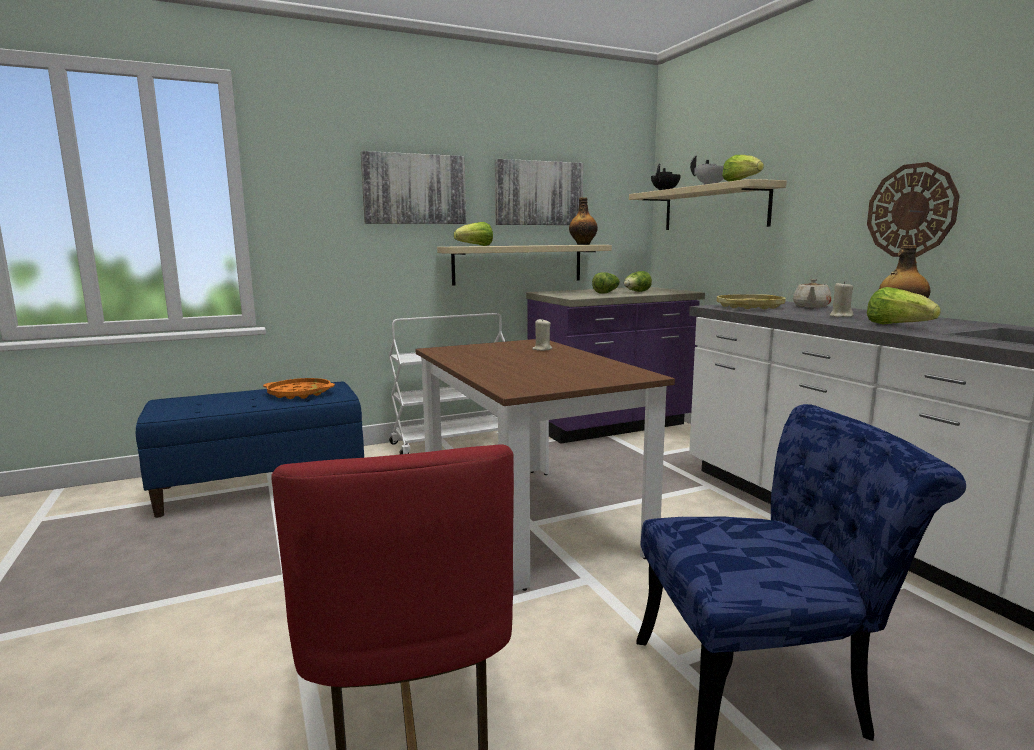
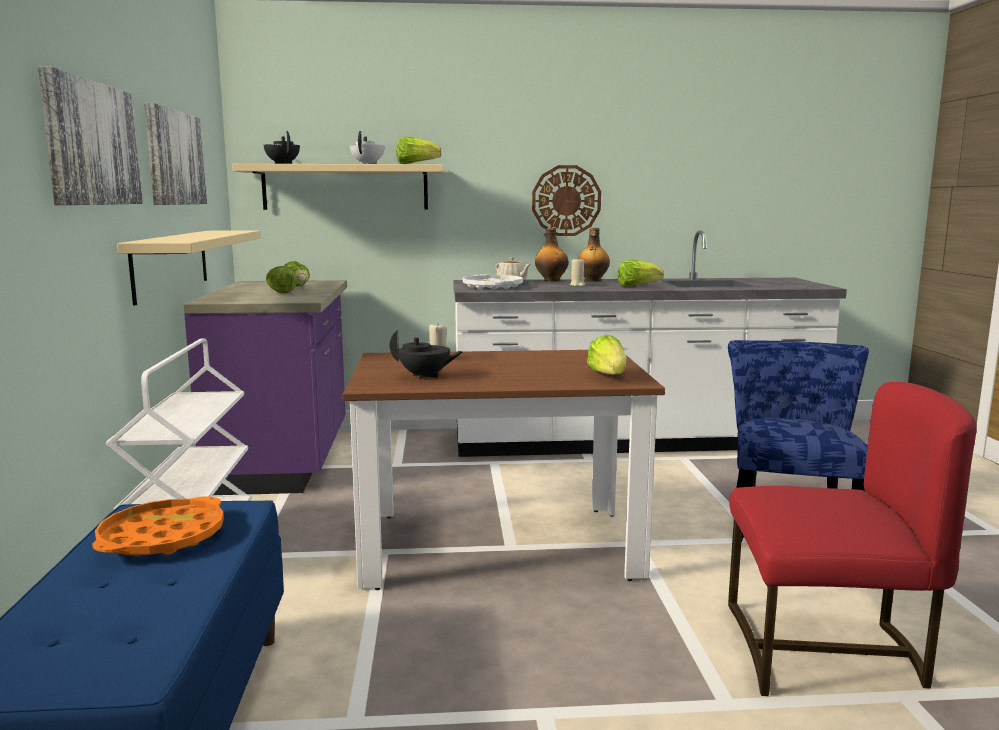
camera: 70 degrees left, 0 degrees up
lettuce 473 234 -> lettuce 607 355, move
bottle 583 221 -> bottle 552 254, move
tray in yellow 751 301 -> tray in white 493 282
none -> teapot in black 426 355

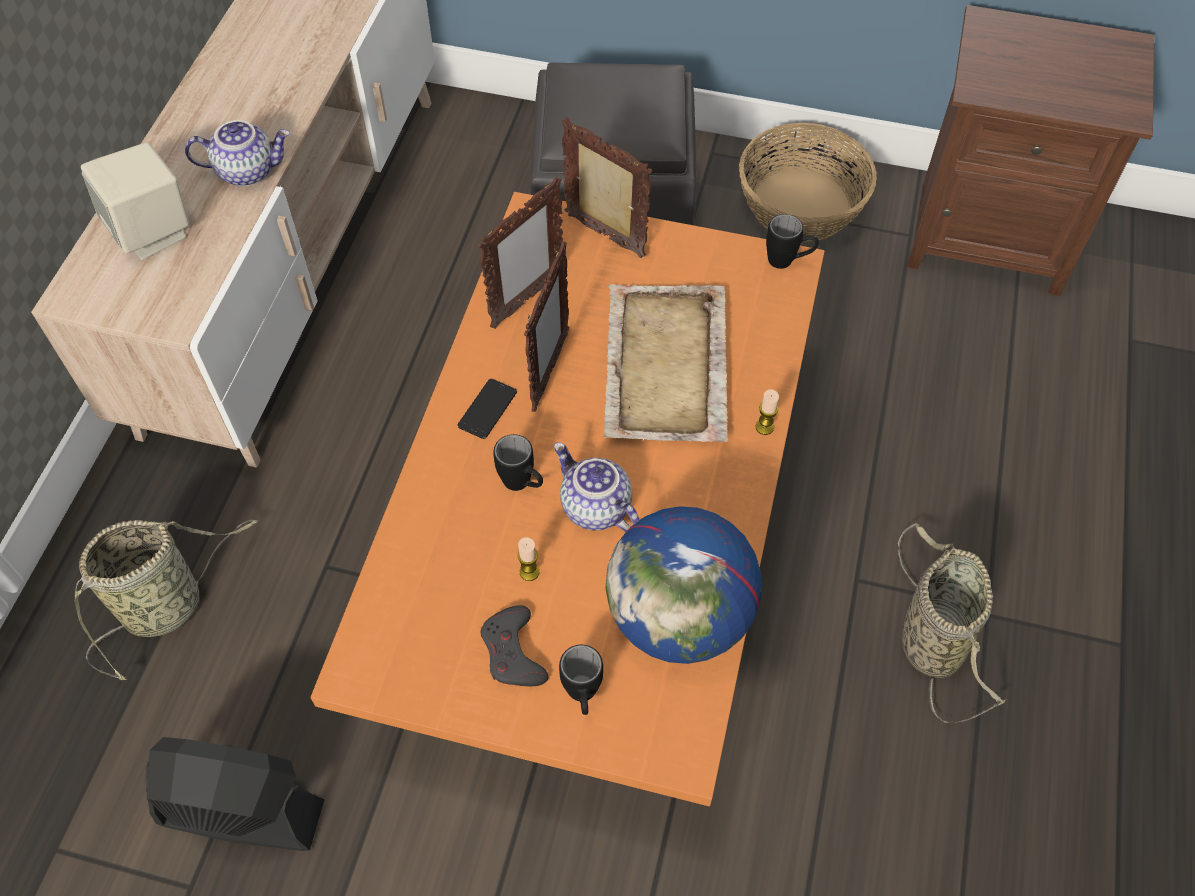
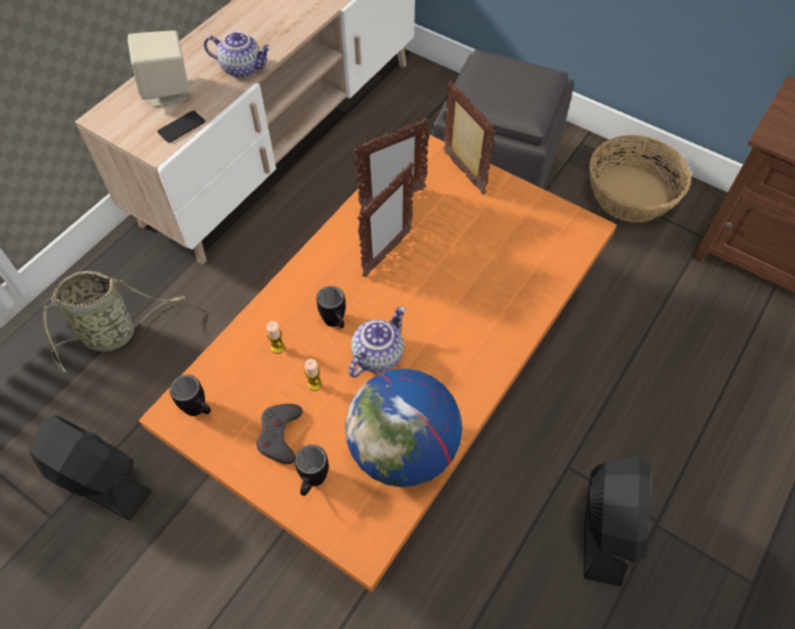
camera: 20 degrees right, 0 degrees up
phone 487 409 -> phone 181 127, move
teapot 596 487 -> teapot 376 342, 60 degrees clockwise
tray in beige 665 363 -> none
candle 767 412 -> candle 275 337, move
mug in black 792 241 -> mug in black 190 395, move
basket 952 623 -> fan in black 617 521

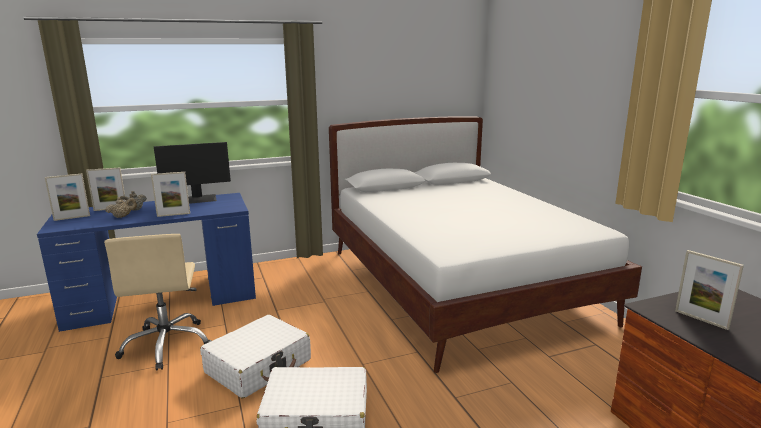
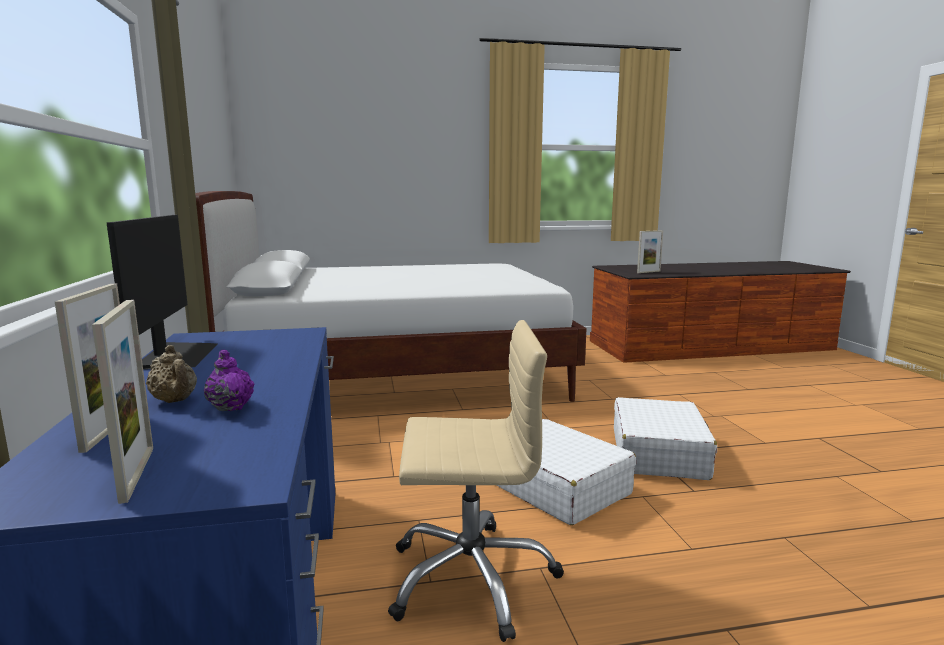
camera: 80 degrees left, 5 degrees down
teapot in beige 121 207 -> teapot in purple 229 380
picture frame 170 194 -> none

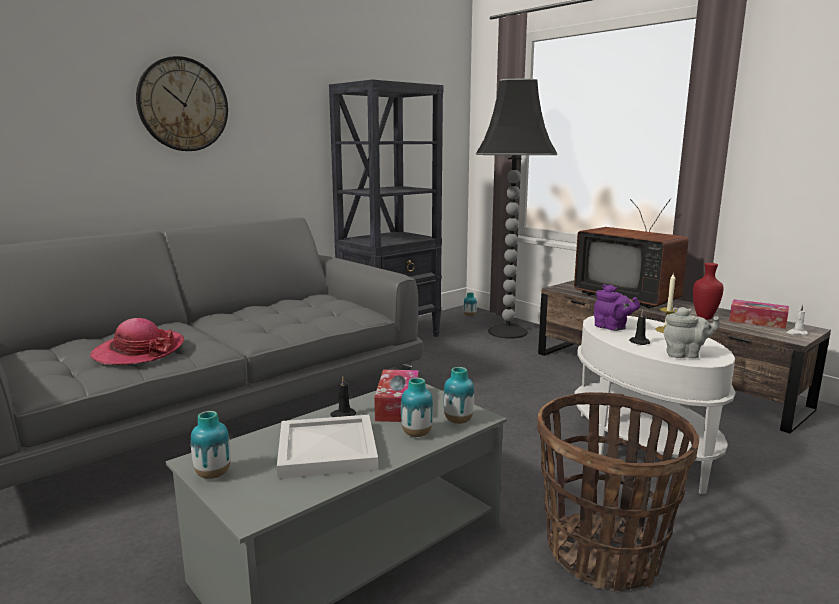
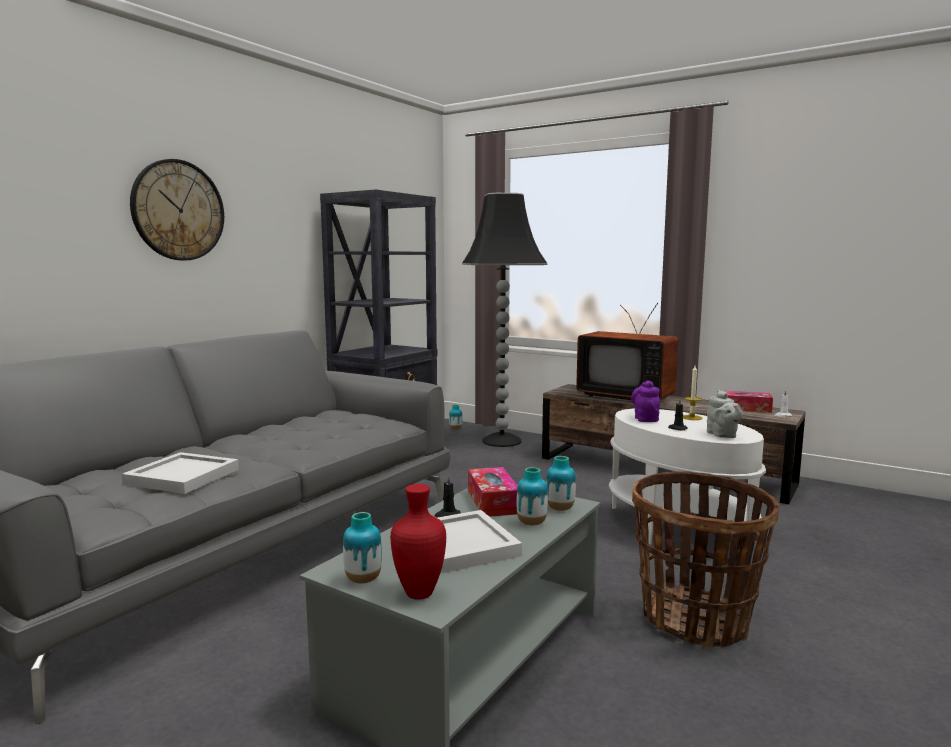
camera: 15 degrees left, 5 degrees down
hat 137 341 -> tray in white 180 473
teapot in purple 617 307 -> teapot in purple 645 401, 120 degrees counterclockwise
teapot in grey 691 332 -> teapot in grey 725 414, 90 degrees clockwise
vase in red 708 291 -> vase in red 418 542, move

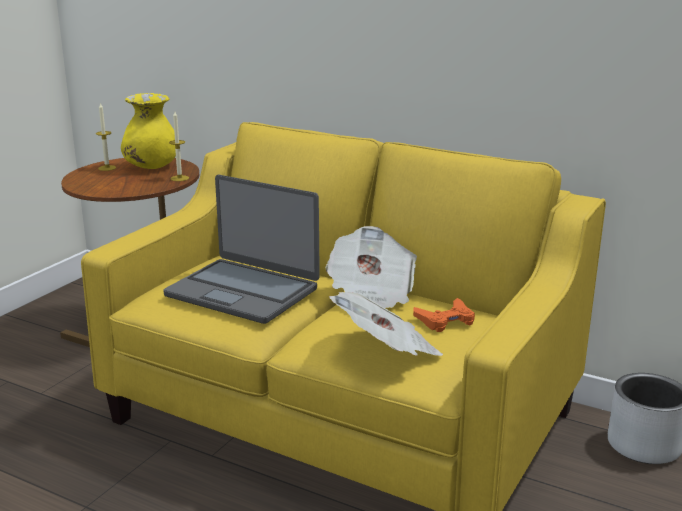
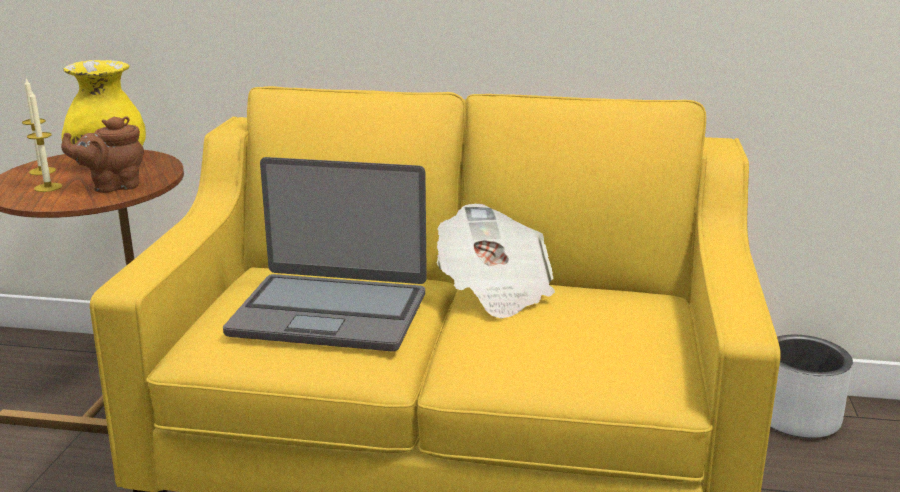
camera: 20 degrees left, 0 degrees up
candle 179 146 -> candle 44 141, move
newspaper 386 324 -> none
game controller in orange 444 315 -> none
none -> teapot in brown 102 155

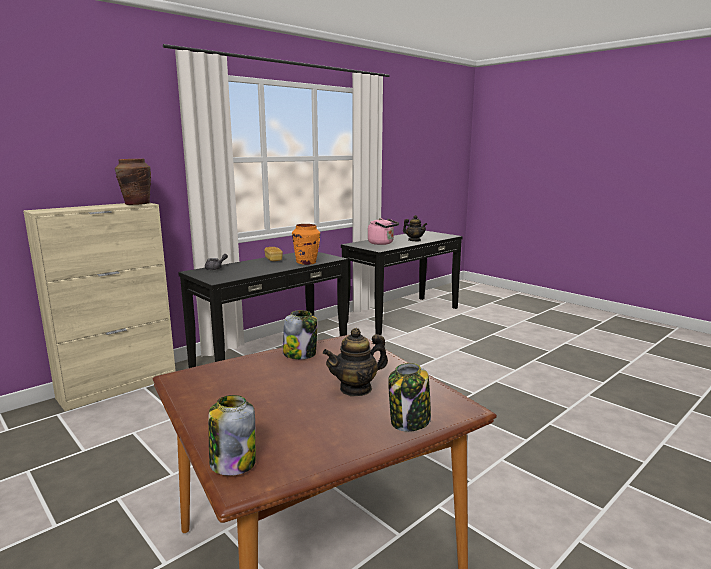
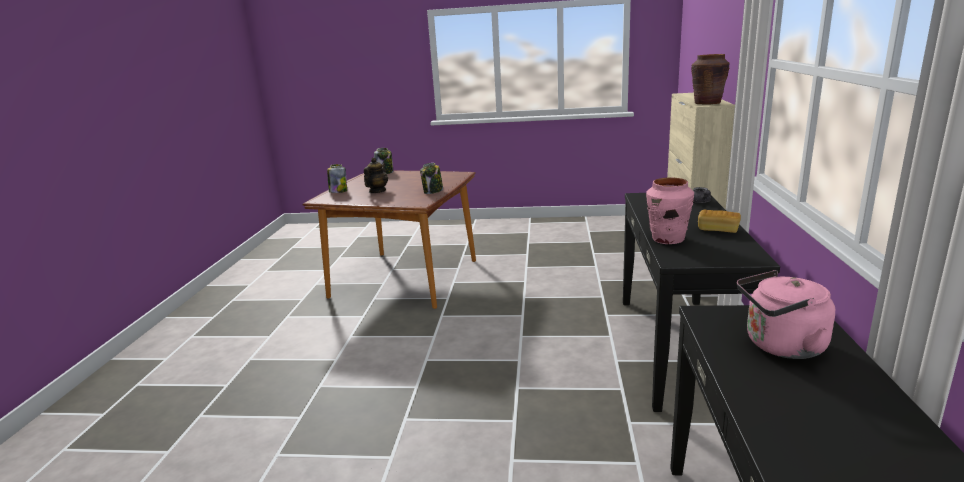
camera: 140 degrees right, 5 degrees up
vase in orange 306 244 -> vase in pink 670 210
teapot 415 228 -> none

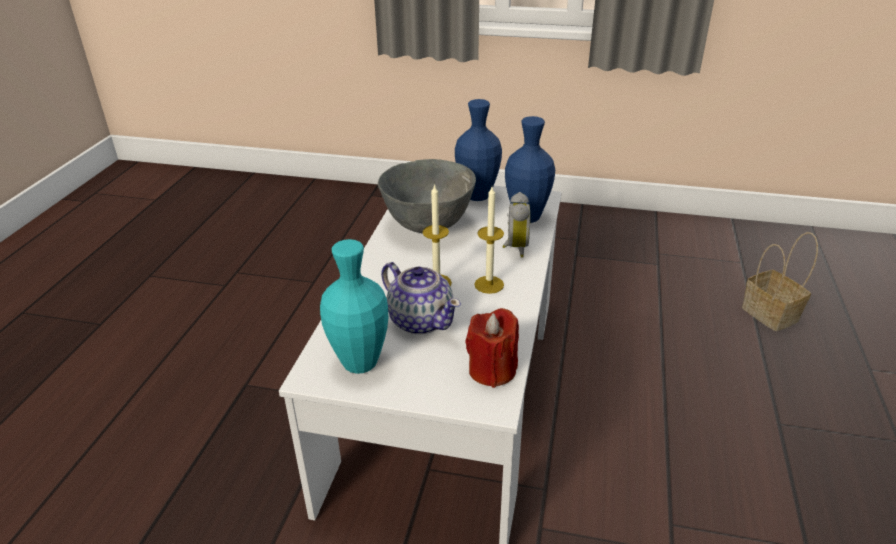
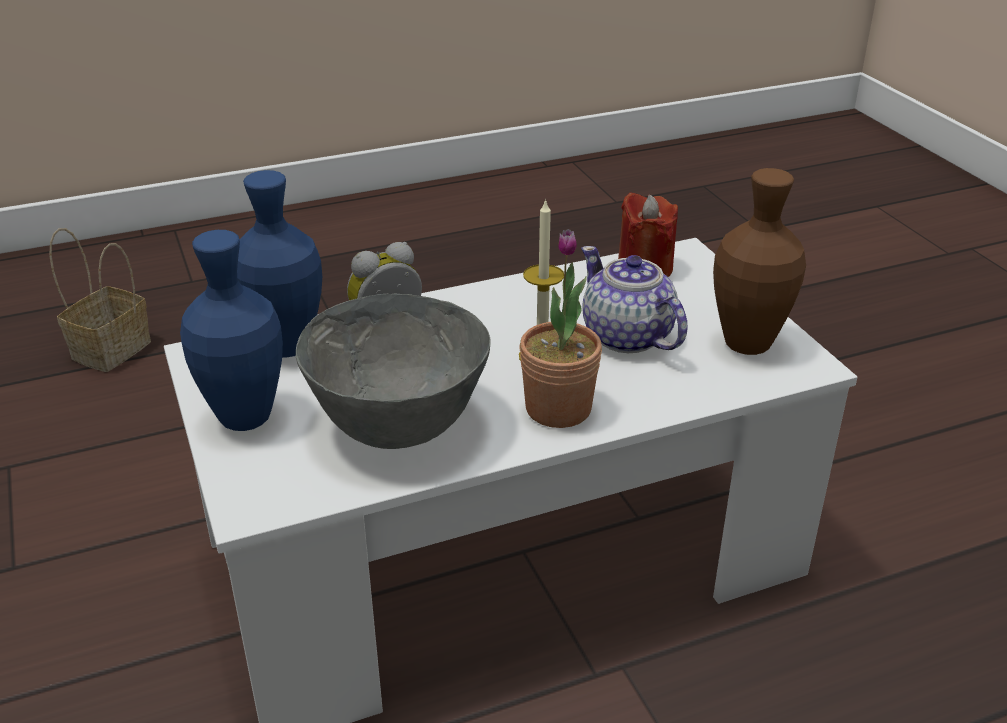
camera: 125 degrees left, 0 degrees up
vase in turquoise 354 306 -> vase in brown 759 261
teapot 421 298 -> teapot 634 299, 45 degrees counterclockwise
candle 489 240 -> none
none -> potted plant 561 328

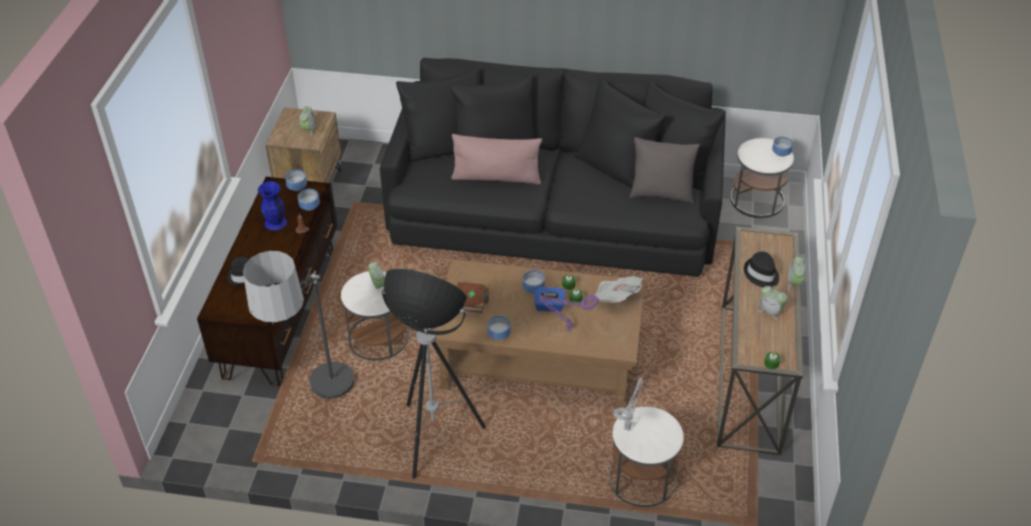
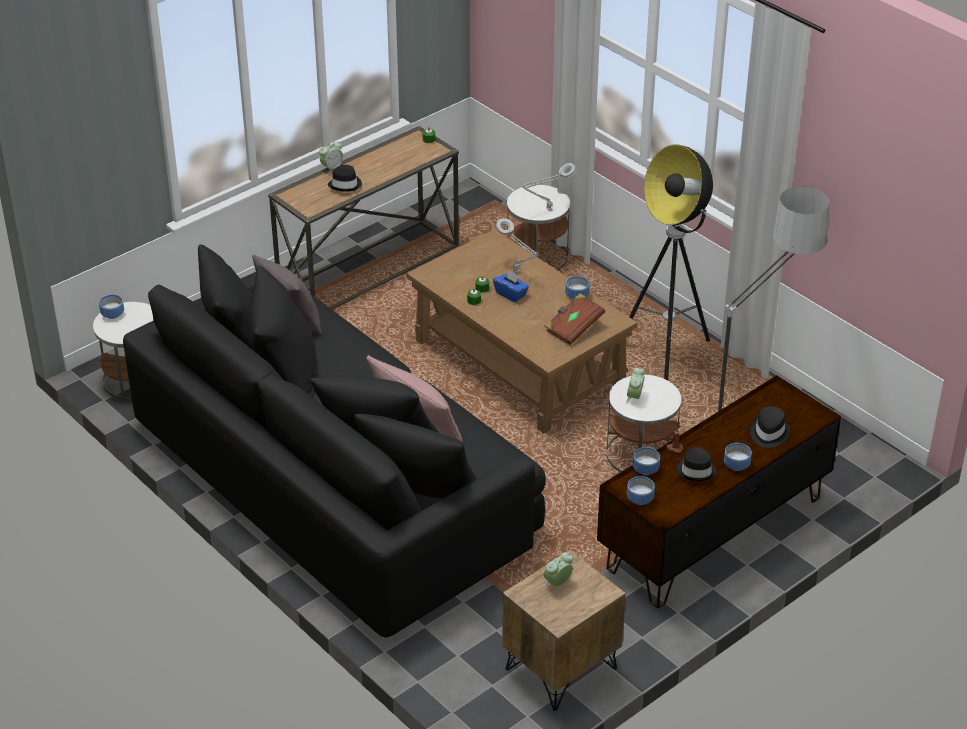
camera: 140 degrees left, 5 degrees down
vase in blue 272 205 -> hat in black 696 464
bowl 534 281 -> bowl 738 457, move
table lamp in purple 568 313 -> table lamp in grey 517 245
newspaper 619 289 -> none
alarm clock 772 303 -> none

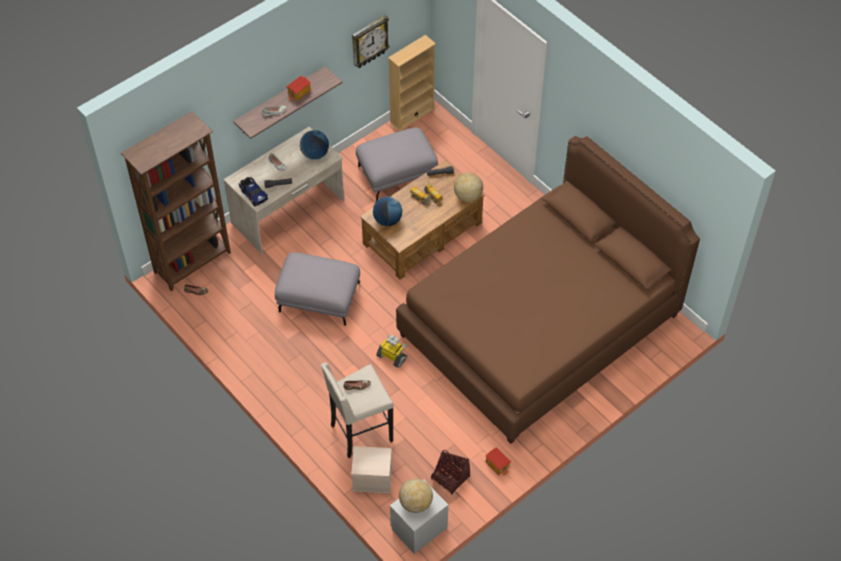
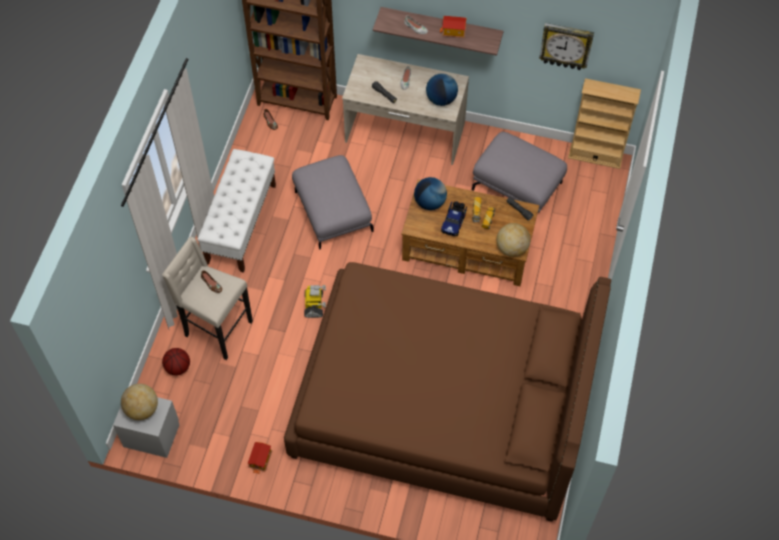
camera: 55 degrees right, 5 degrees up
toy truck 253 192 -> toy truck 454 218, move
storage box in beige 371 470 -> basketball 176 362
basket 450 472 -> none
none -> bench in white 236 211

